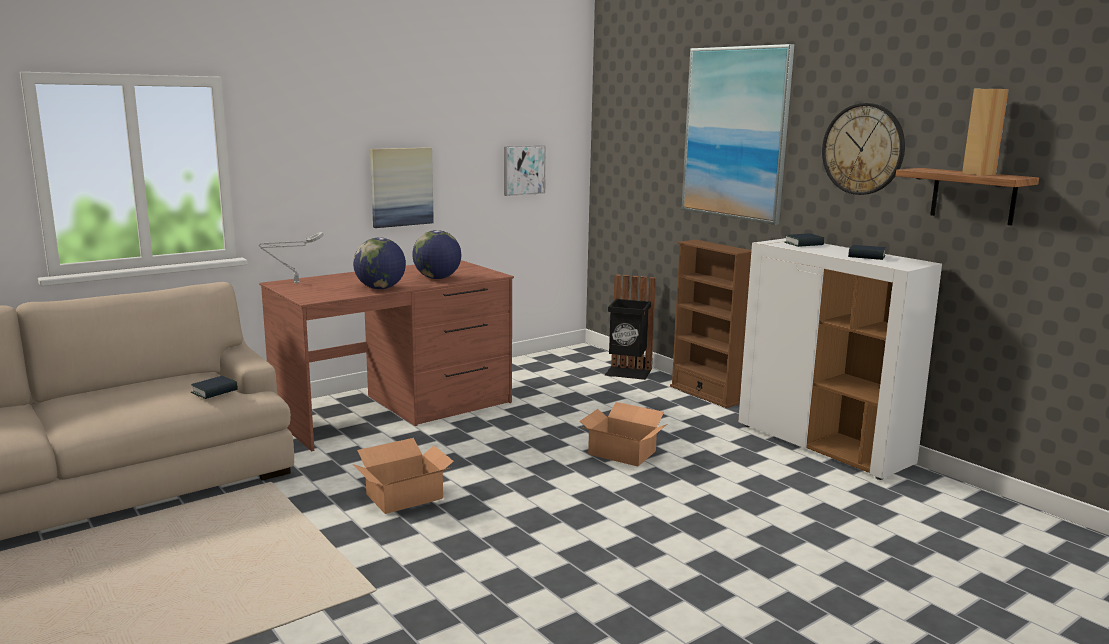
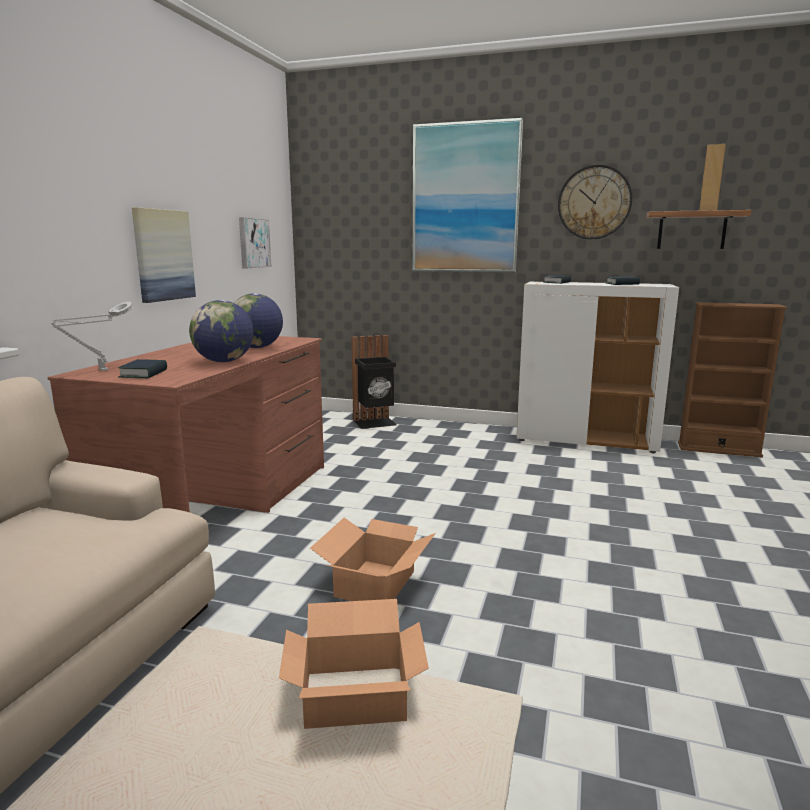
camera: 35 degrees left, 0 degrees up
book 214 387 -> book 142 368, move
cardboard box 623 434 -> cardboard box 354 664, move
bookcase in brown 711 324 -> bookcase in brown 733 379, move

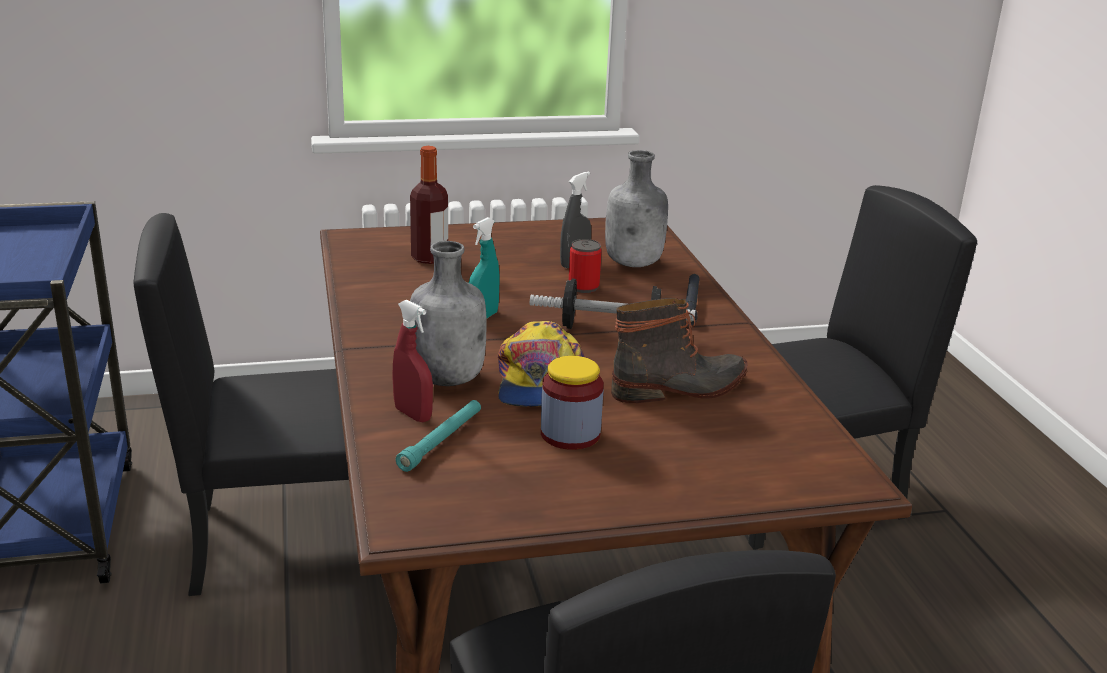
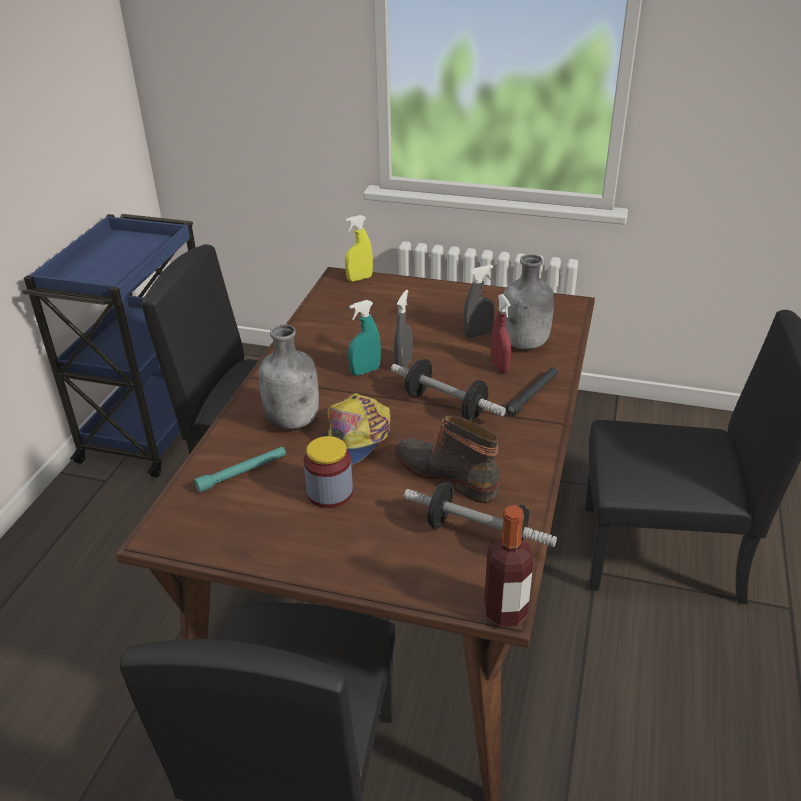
camera: 30 degrees right, 10 degrees up
spray bottle in red 413 361 -> spray bottle in red 501 333, move
bottle 429 205 -> bottle 508 566, move
can 585 266 -> none
boot 679 350 -> boot 447 459, 150 degrees counterclockwise
none -> spray bottle in yellow 359 248
none -> spray bottle in grey 403 329
none -> dumbbell 480 514

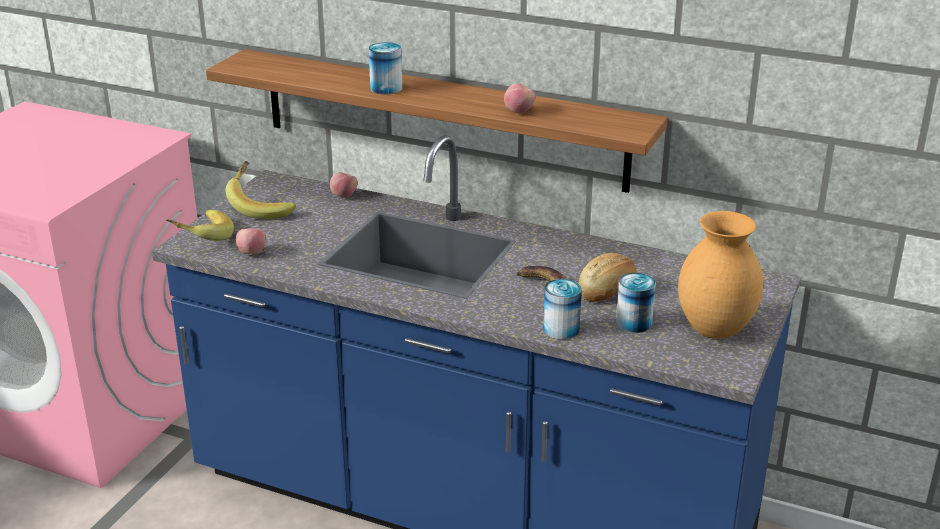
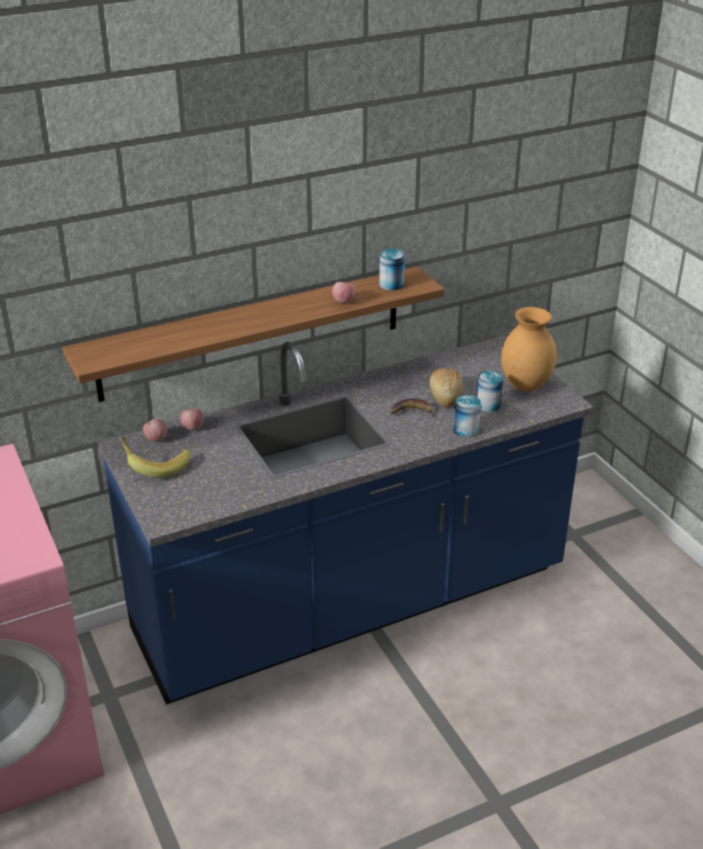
camera: 50 degrees left, 5 degrees up
banana 200 225 -> none
apple 250 241 -> apple 155 430, move
can 385 68 -> can 392 269, move

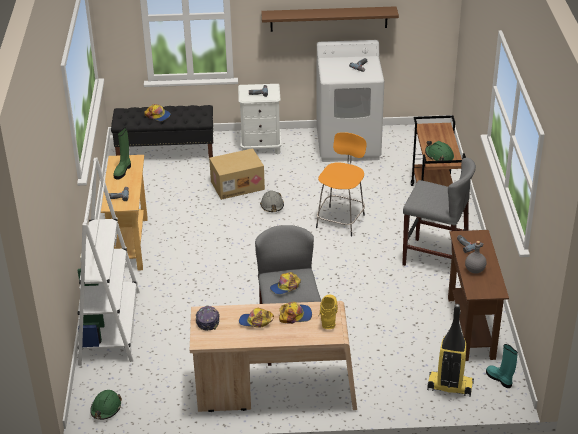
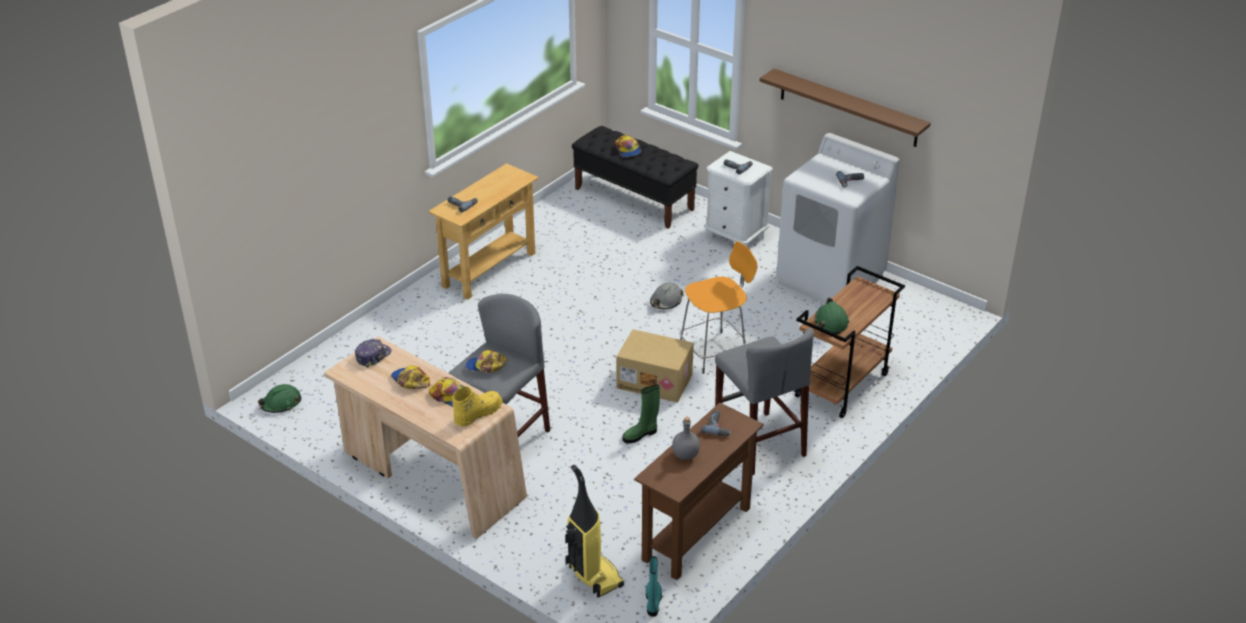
camera: 40 degrees right, 0 degrees up
bookcase in white 108 261 -> none
boot in green 122 153 -> boot in green 641 413, move
cardboard box 237 174 -> cardboard box 655 366, move

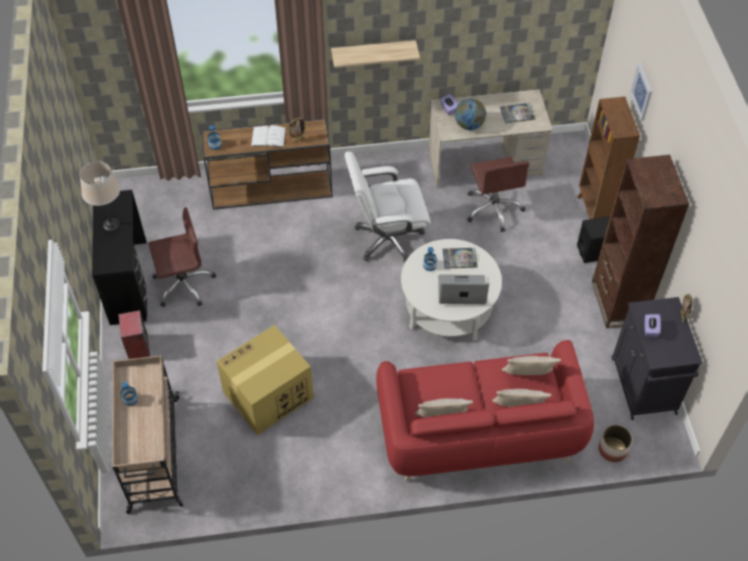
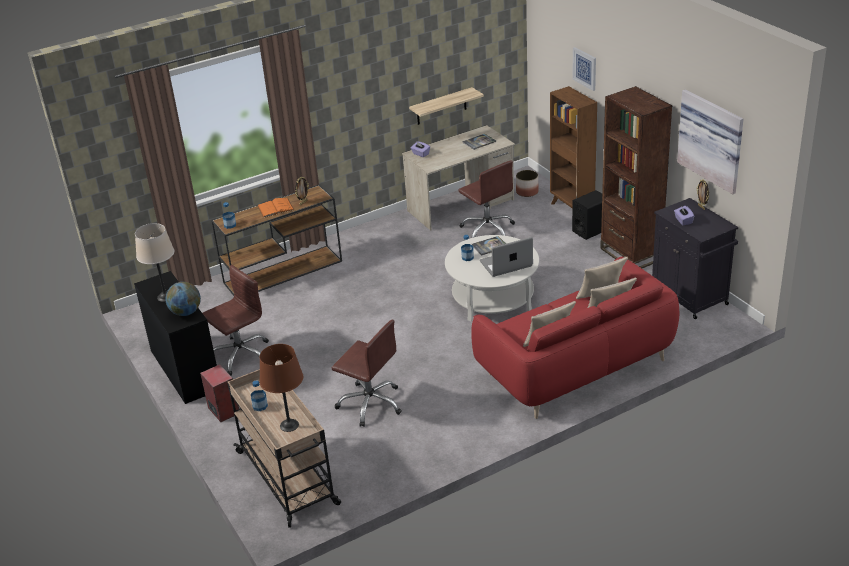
camera: 20 degrees left, 20 degrees down
cardboard box 265 380 -> office chair in brown 367 373
book in white 268 136 -> book in orange 276 208
shelf 375 54 -> shelf 446 106, move
office chair in white 388 207 -> none
globe 470 114 -> globe 183 299, move
planter 615 443 -> planter 527 183, move
none -> table lamp in brown 281 388
none -> picture 710 141

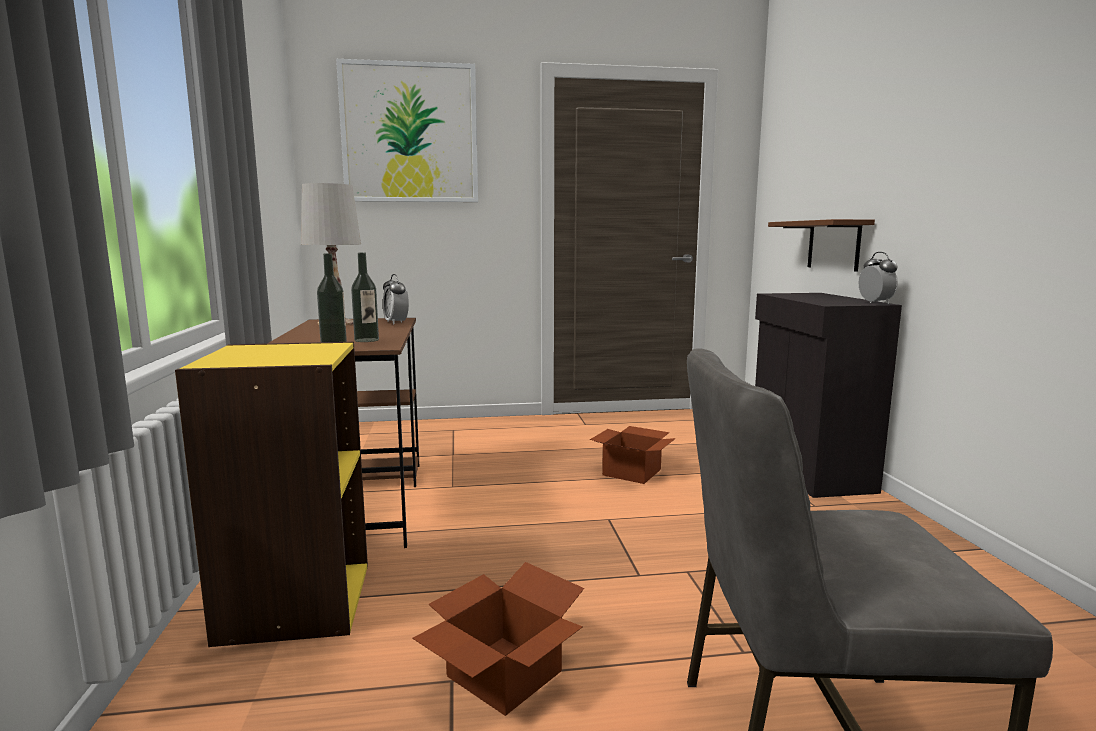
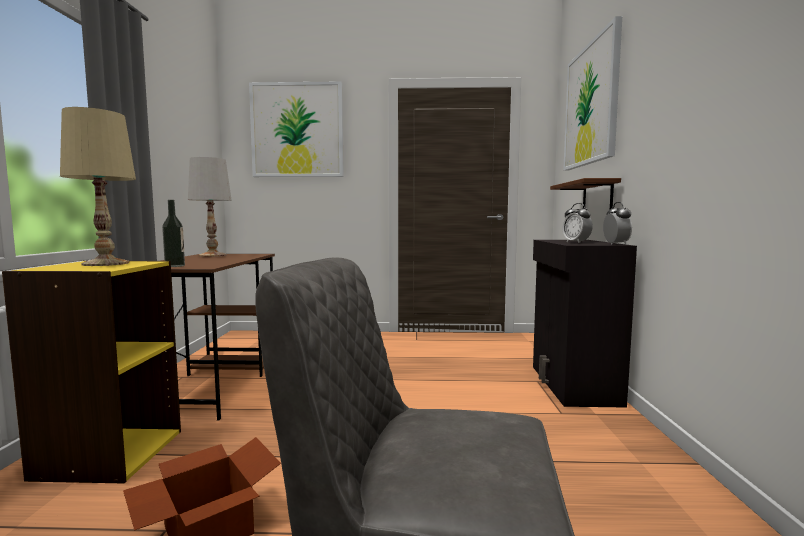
camera: 10 degrees right, 5 degrees down
bottle 365 297 -> none
alarm clock 396 299 -> alarm clock 577 223, move
cardboard box 633 455 -> none
none -> table lamp in beige 98 186
none -> picture 592 93

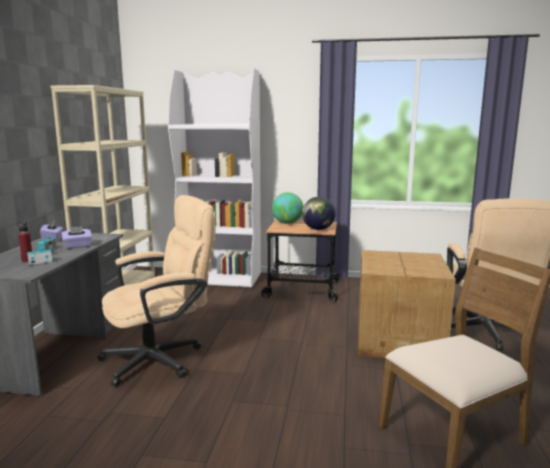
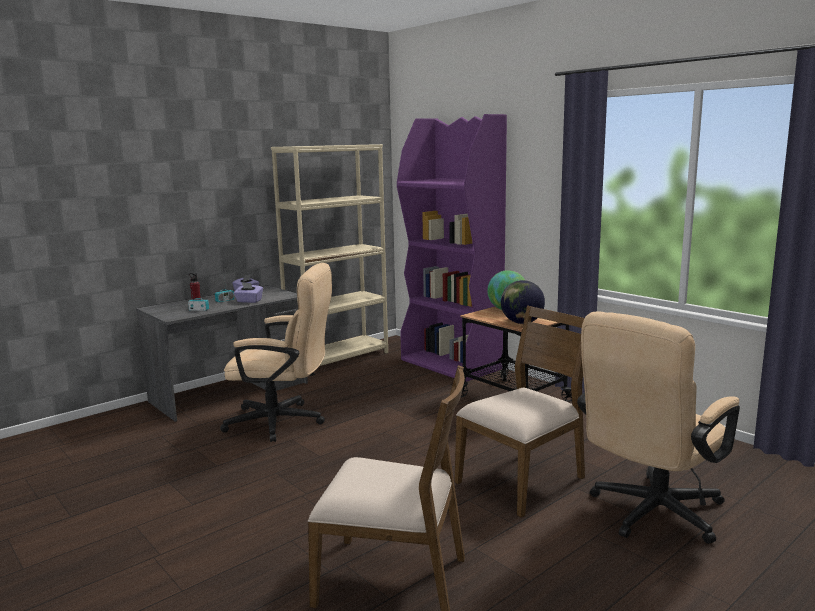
camera: 40 degrees right, 0 degrees up
bookcase in white 214 178 -> bookcase in purple 452 248
cardboard box 407 304 -> chair in brown 519 412

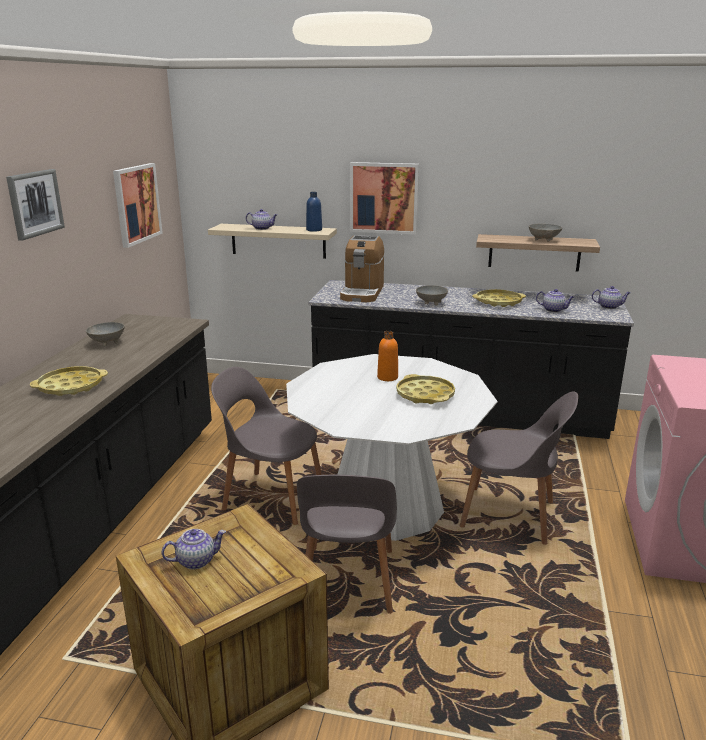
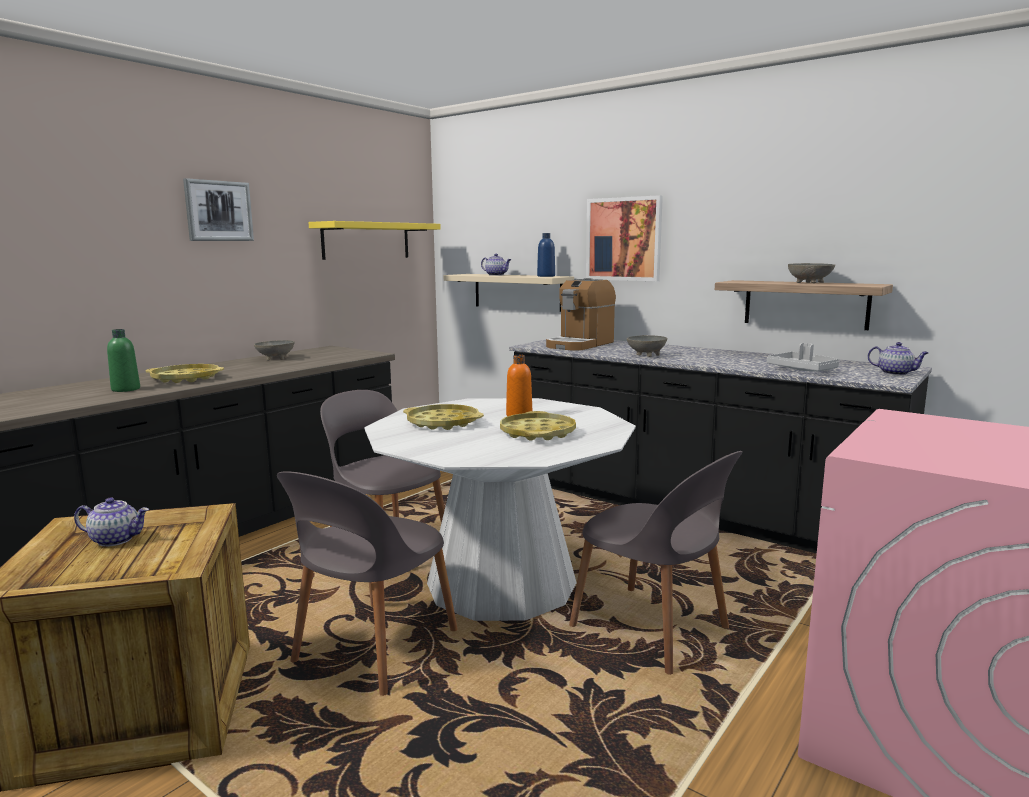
camera: 25 degrees right, 10 degrees down
picture 138 205 -> shelf in yellow 374 240
tray in yellow 499 298 -> tray in yellow 443 417, move
teapot 555 300 -> tray in grey 803 357
none -> bottle in green 123 360

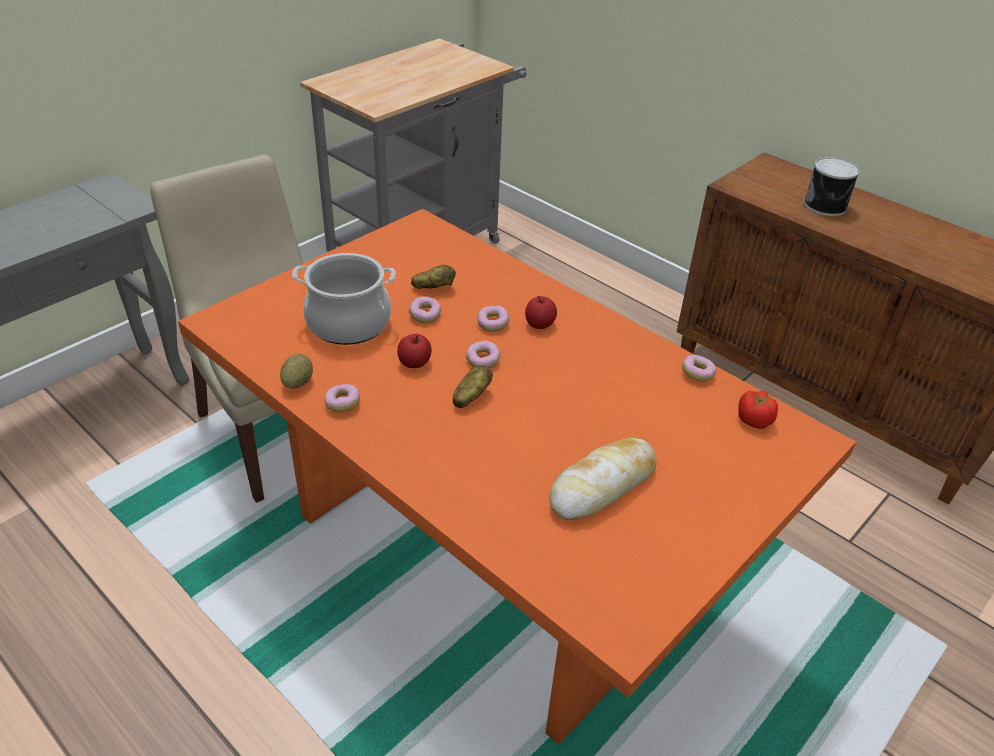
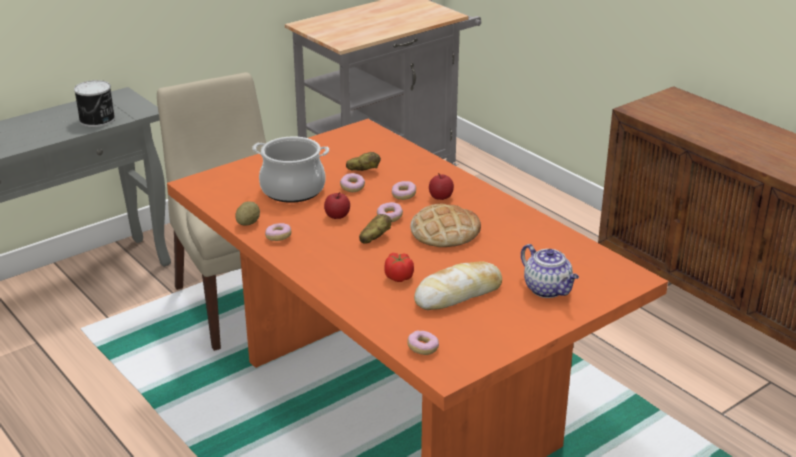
camera: 10 degrees right, 10 degrees down
donut 699 368 -> donut 423 343, move
tomato 758 410 -> tomato 399 267, move
can 832 186 -> can 94 103, move
none -> bread 445 225
none -> teapot 550 271

